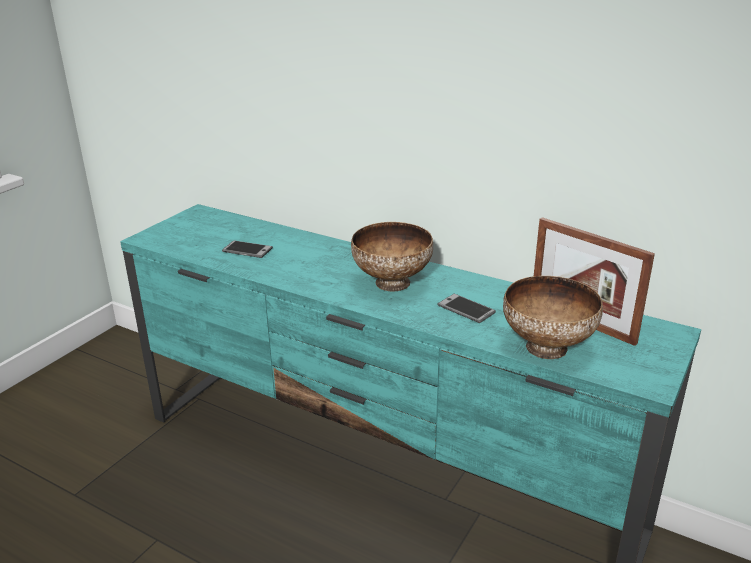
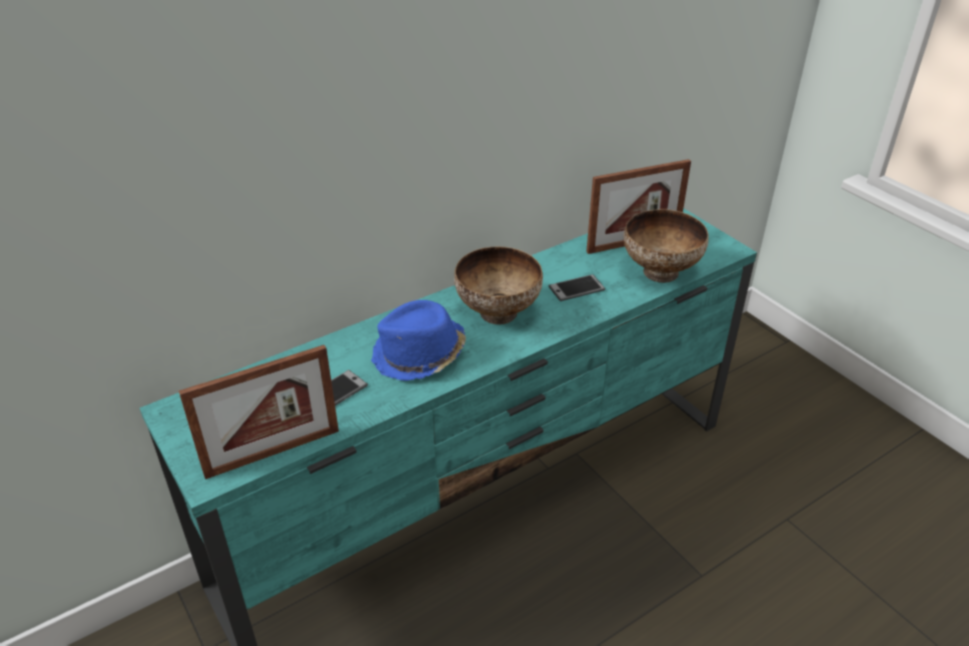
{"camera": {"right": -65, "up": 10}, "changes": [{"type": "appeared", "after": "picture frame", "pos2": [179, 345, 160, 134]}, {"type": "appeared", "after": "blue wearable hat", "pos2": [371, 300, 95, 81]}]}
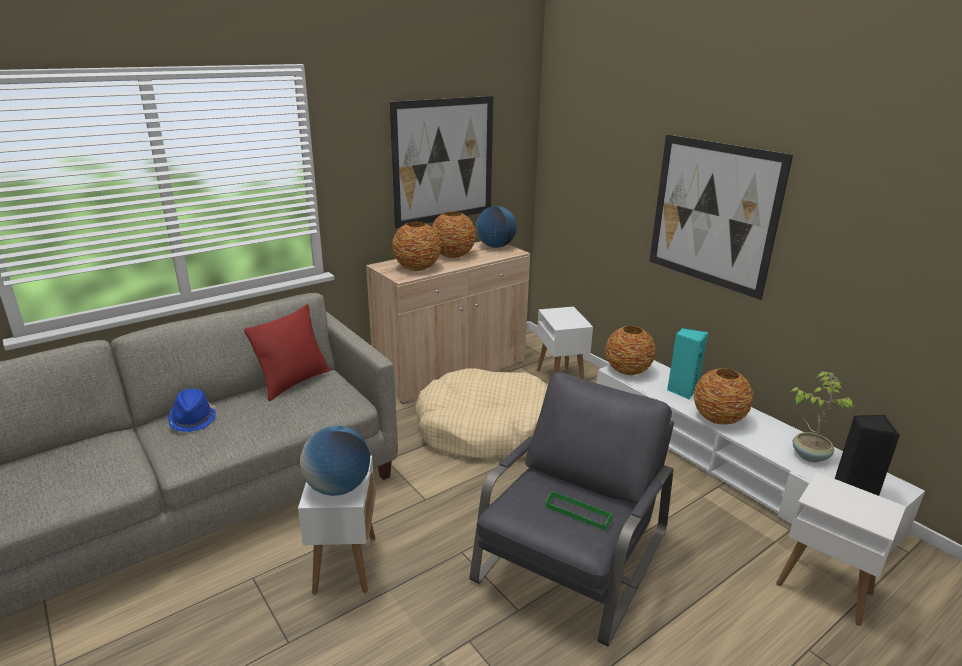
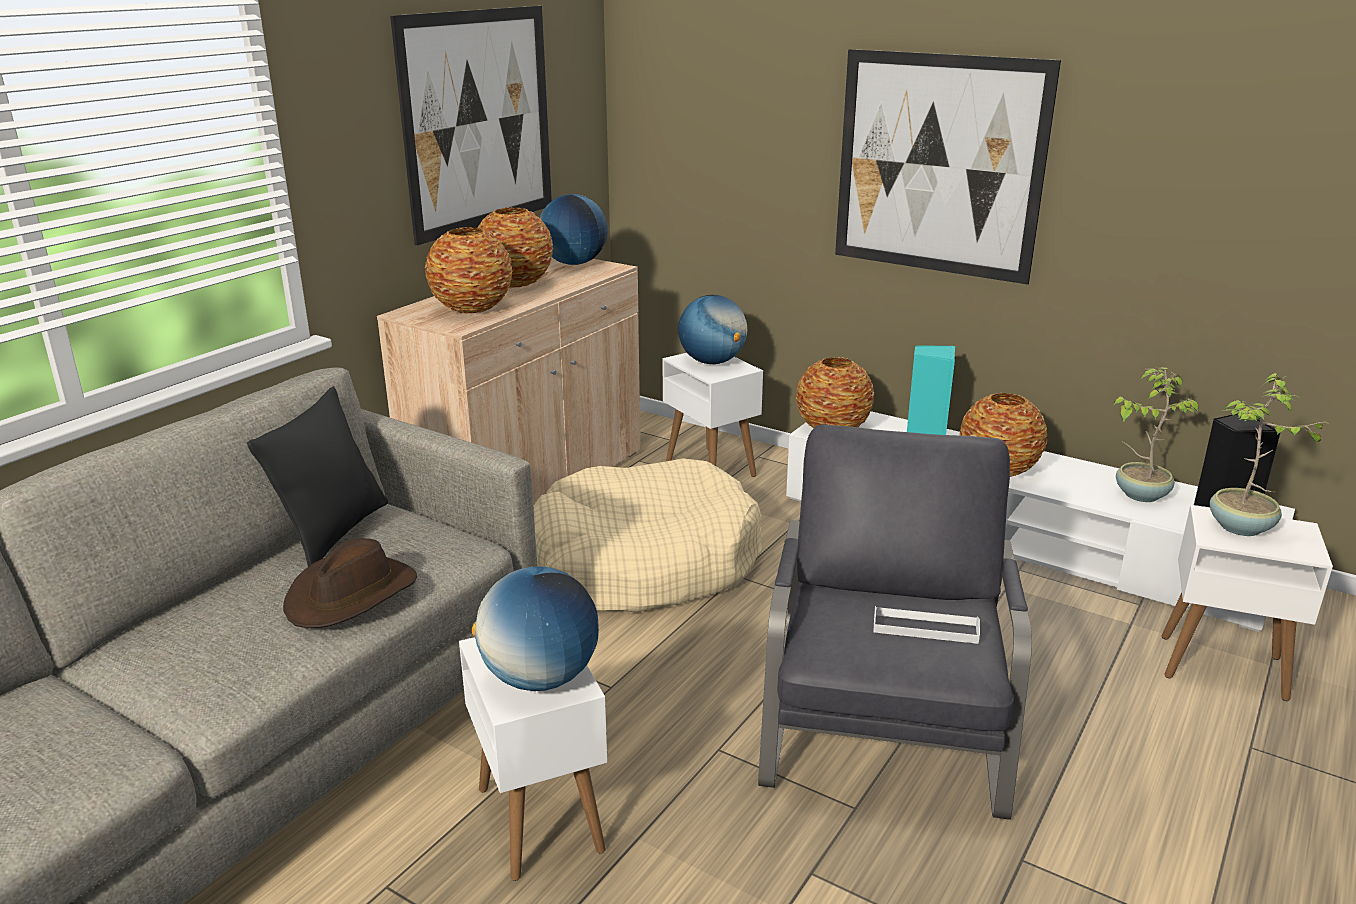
{"camera": {"right": -20, "up": 0}, "changes": [{"type": "missing", "before": "blue wearable hat", "pos1": [168, 389, 48, 43]}, {"type": "appeared", "after": "brownish wearable hat", "pos2": [283, 538, 134, 90]}, {"type": "appeared", "after": "globe", "pos2": [678, 295, 69, 69]}, {"type": "appeared", "after": "potted plant", "pos2": [1210, 373, 122, 163]}, {"type": "colour", "before": "red pillow", "after": "black-coloured pillow", "pos1": [244, 304, 86, 97], "pos2": [247, 386, 142, 181]}, {"type": "colour", "before": "green-coloured serving tray", "after": "white-coloured serving tray", "pos1": [545, 491, 68, 40], "pos2": [873, 606, 107, 38]}]}
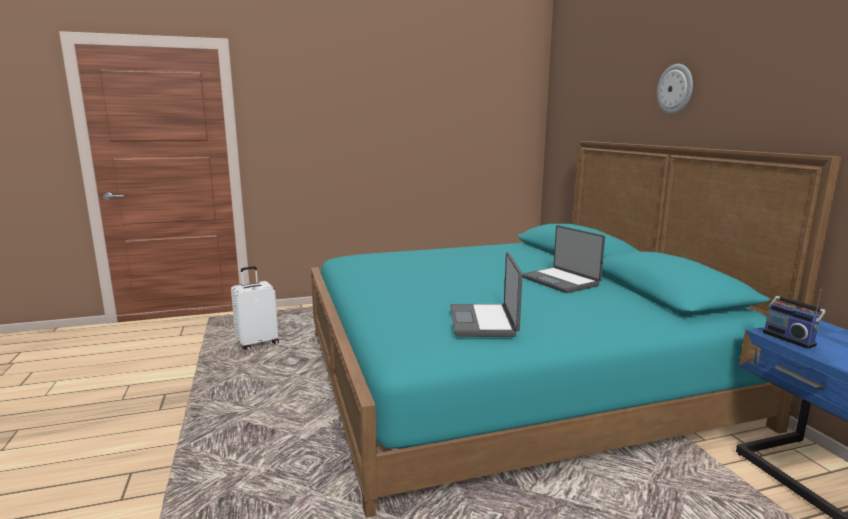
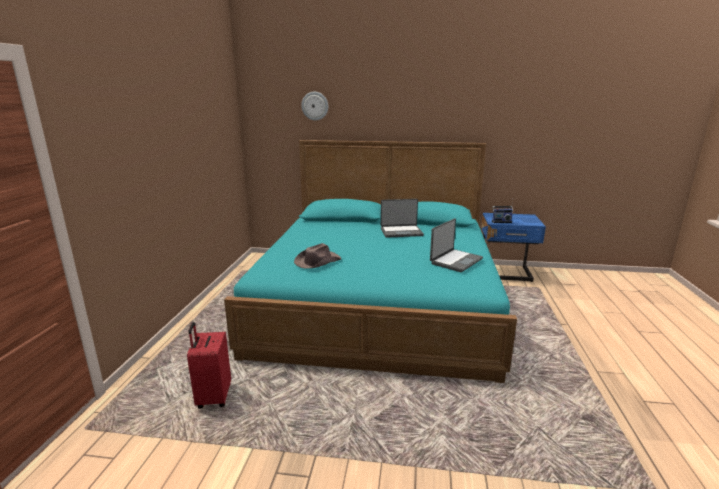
{"camera": {"right": -65, "up": 5}, "changes": [{"type": "appeared", "after": "brownish wearable hat", "pos2": [294, 243, 47, 25]}, {"type": "relocated", "before": "wall clock", "pos1": [657, 64, 36, 50], "pos2": [301, 92, 27, 29]}, {"type": "colour", "before": "white-coloured suitcase", "after": "red suitcase", "pos1": [231, 266, 48, 84], "pos2": [187, 322, 44, 87]}, {"type": "spun", "before": "notebook computer", "pos1": [450, 252, 73, 85], "pos2": [430, 218, 53, 54], "turn": -75}]}
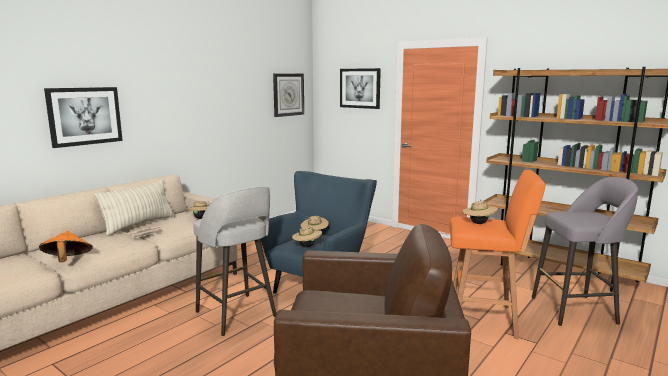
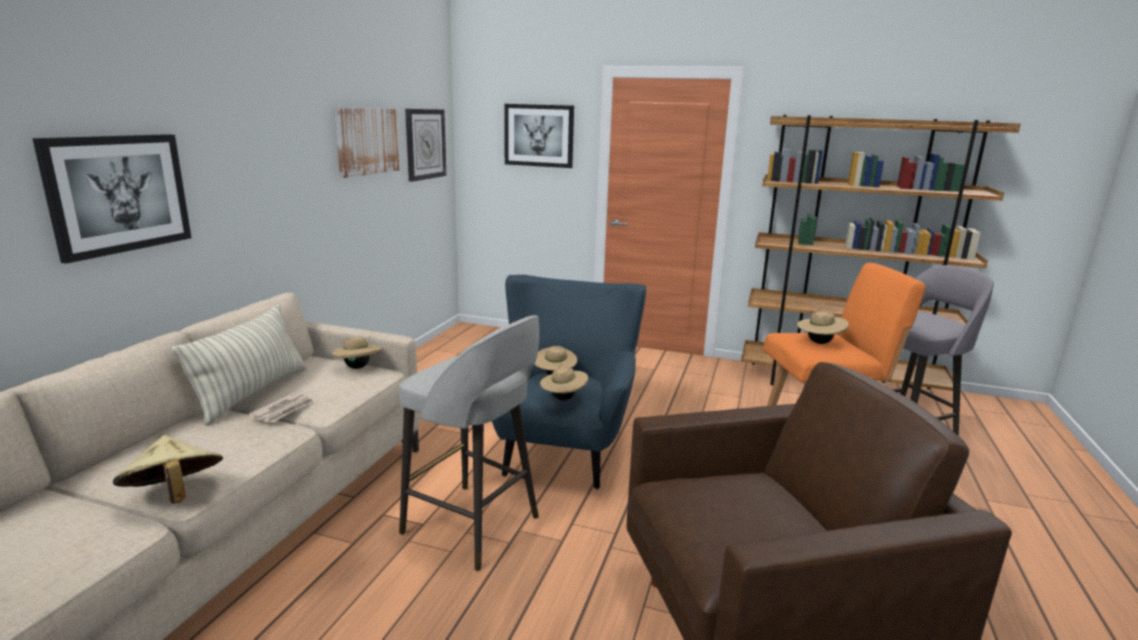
{"camera": {"right": -20, "up": 5}, "changes": [{"type": "appeared", "after": "wall picture", "pos2": [334, 108, 66, 70]}, {"type": "colour", "before": "orange wearable hat", "after": "beige wearable hat", "pos1": [39, 231, 54, 31], "pos2": [113, 435, 110, 69]}]}
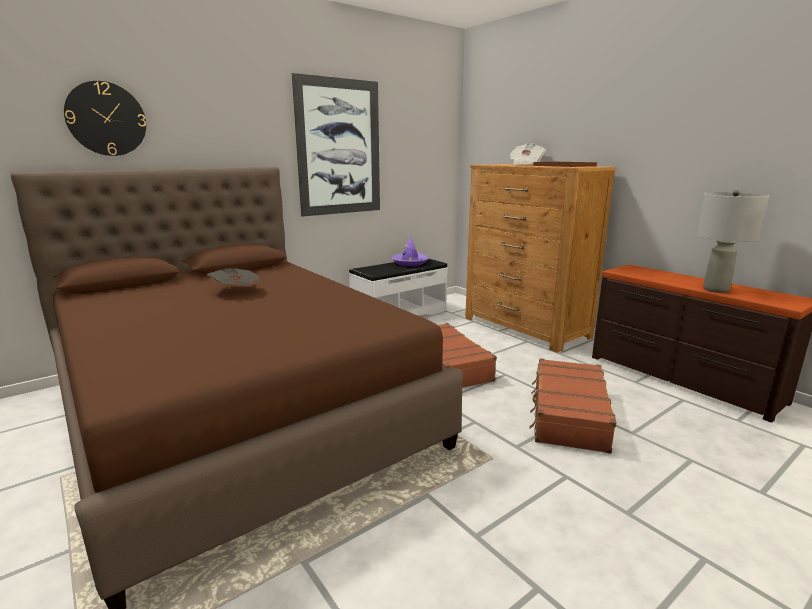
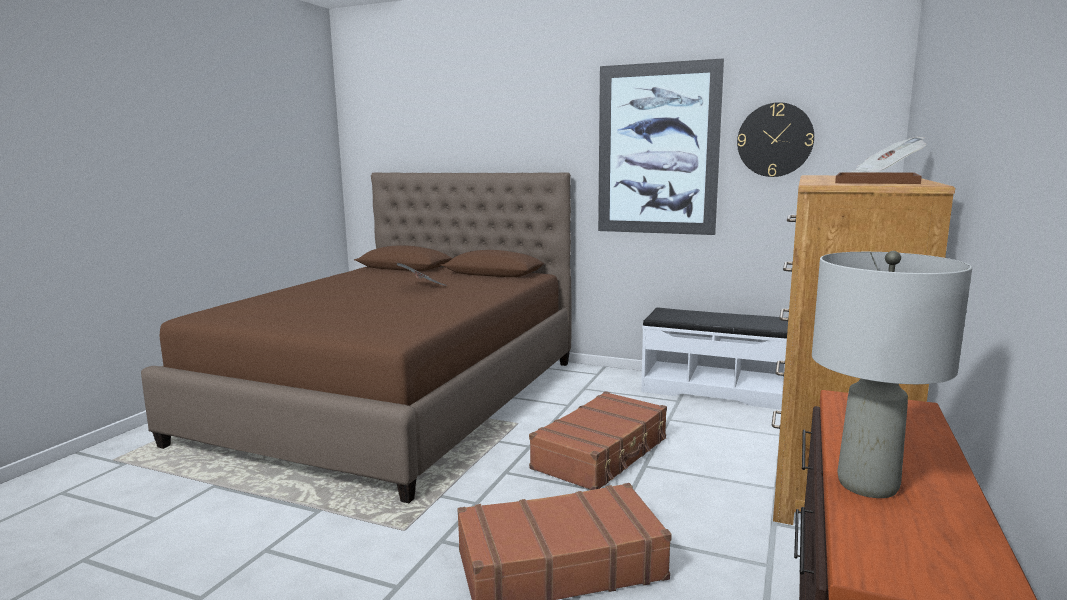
{"camera": {"right": 60, "up": -5}, "changes": [{"type": "missing", "before": "purple-coloured wearable hat", "pos1": [391, 237, 38, 29]}, {"type": "relocated", "before": "wall clock", "pos1": [64, 81, 82, 75], "pos2": [737, 102, 77, 75]}]}
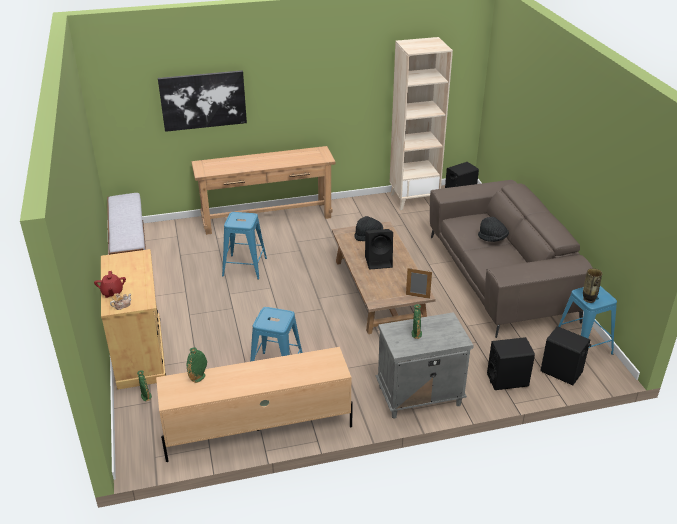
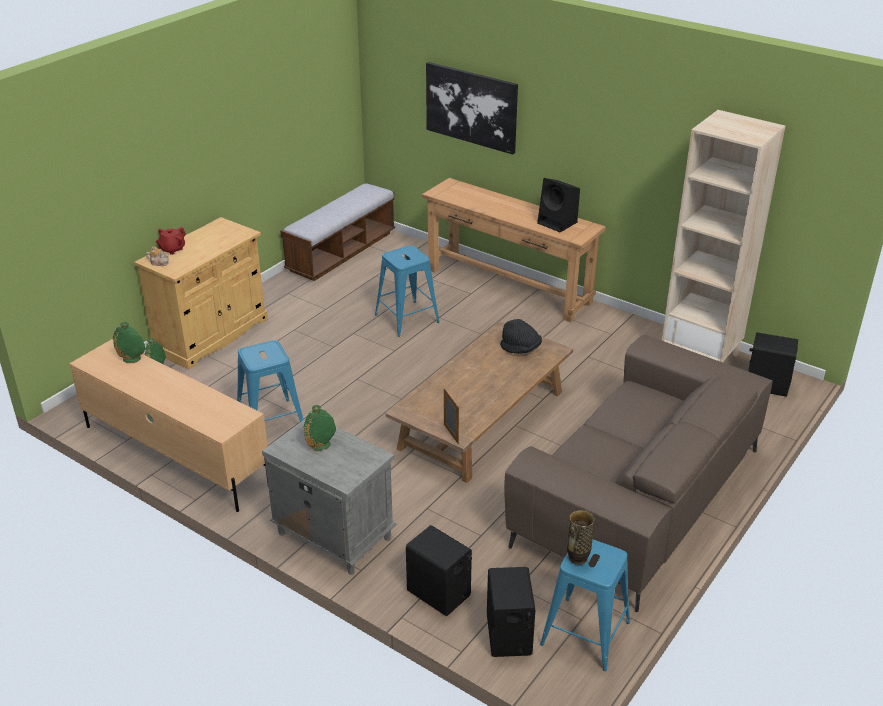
{"camera": {"right": 50, "up": 0}, "changes": [{"type": "missing", "before": "black-coloured wearable hat", "pos1": [478, 217, 31, 25]}, {"type": "relocated", "before": "black-coloured audio speaker", "pos1": [365, 229, 28, 41], "pos2": [537, 178, 43, 54]}]}
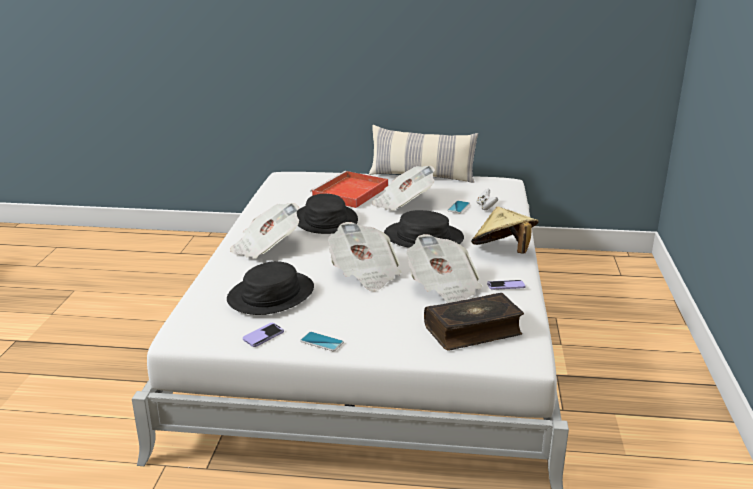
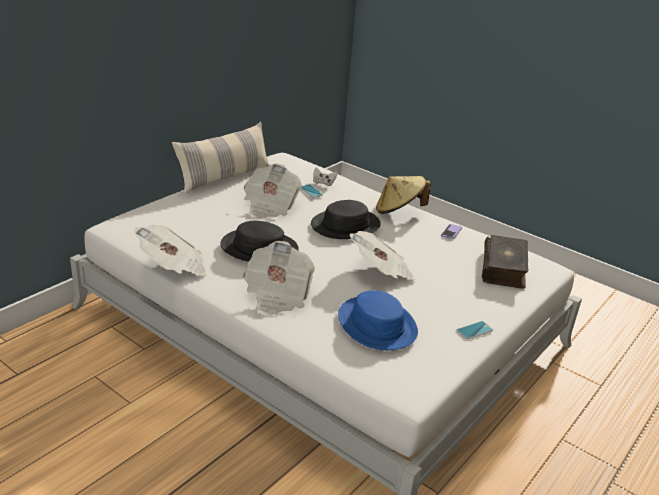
{"camera": {"right": -60, "up": 5}, "changes": [{"type": "missing", "before": "phone", "pos1": [243, 323, 41, 24]}, {"type": "missing", "before": "red serving tray", "pos1": [310, 171, 78, 37]}, {"type": "relocated", "before": "printed paper", "pos1": [406, 234, 76, 69], "pos2": [134, 225, 72, 51]}, {"type": "colour", "before": "black-coloured wearable hat", "after": "blue wearable hat", "pos1": [227, 261, 87, 54], "pos2": [338, 290, 80, 60]}]}
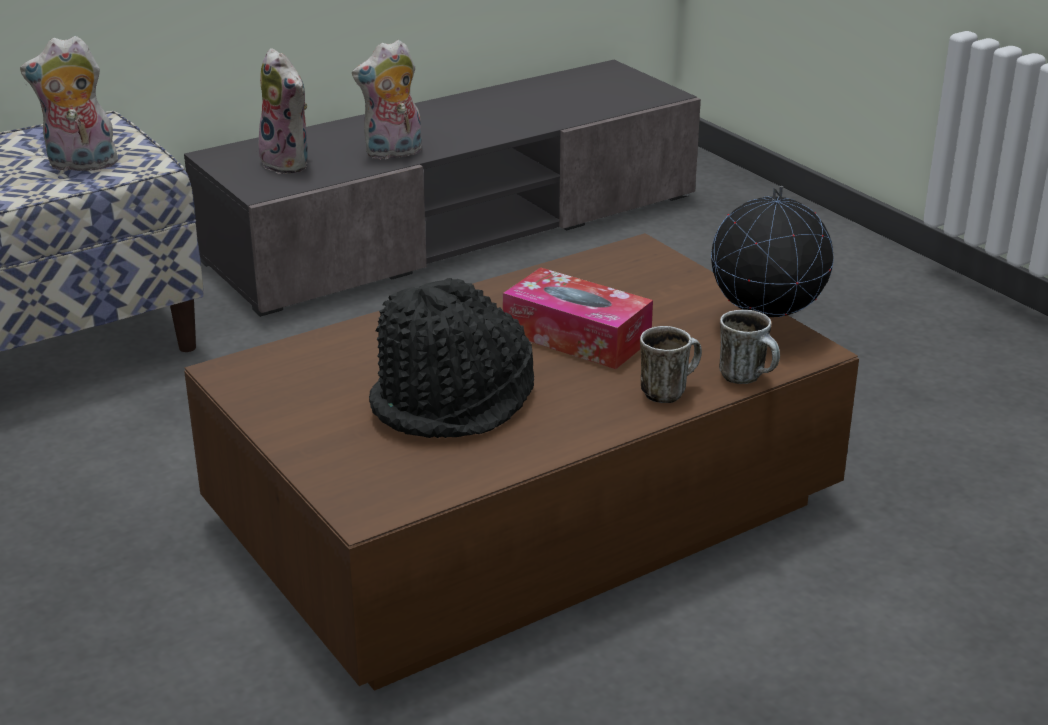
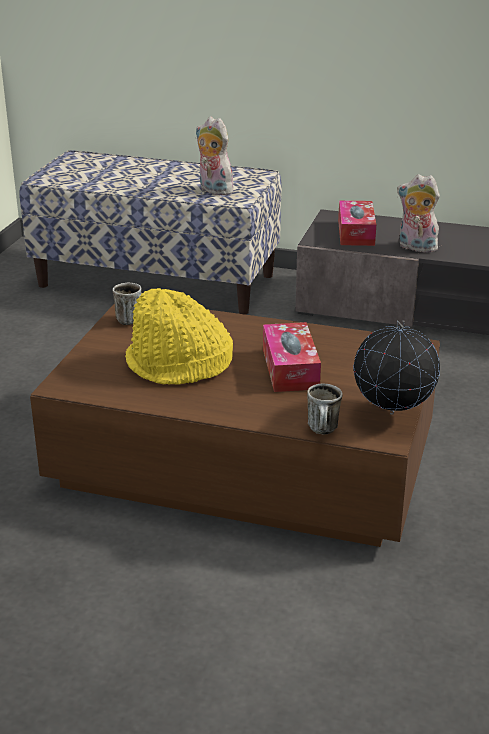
{"camera": {"right": 50, "up": 0}, "changes": [{"type": "relocated", "before": "mug", "pos1": [640, 326, 62, 77], "pos2": [113, 283, 29, 42]}, {"type": "exchanged", "before": "cuddly toy", "after": "tissue holder", "pos1": [258, 48, 50, 126], "pos2": [338, 200, 38, 46]}, {"type": "colour", "before": "black-coloured wearable hat", "after": "yellowish wearable hat", "pos1": [369, 278, 165, 160], "pos2": [125, 288, 108, 97]}]}
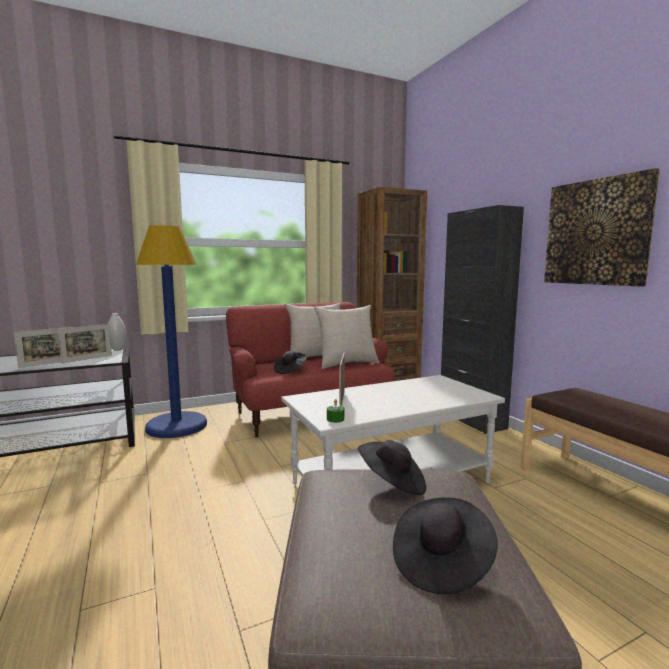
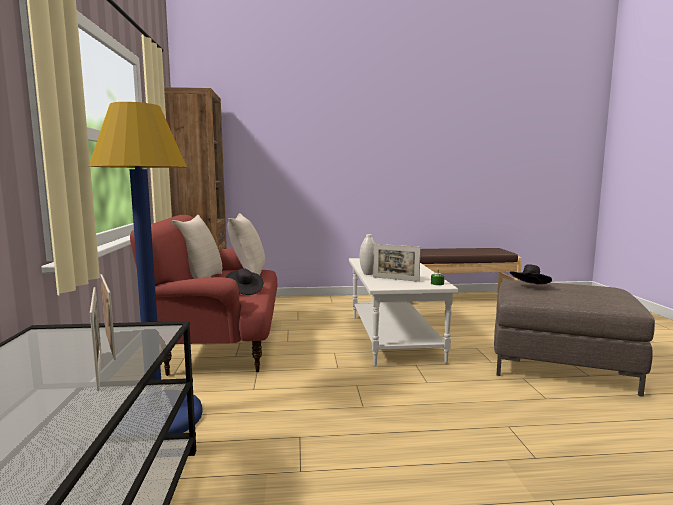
{"camera": {"right": -70, "up": 0}, "changes": [{"type": "missing", "before": "black-coloured wearable hat", "pos1": [393, 497, 105, 97]}, {"type": "missing", "before": "black-coloured cabinet", "pos1": [441, 205, 83, 229]}, {"type": "missing", "before": "wall picture", "pos1": [544, 168, 116, 119]}, {"type": "relocated", "before": "white-coloured vase", "pos1": [108, 313, 18, 38], "pos2": [360, 234, 16, 41]}]}
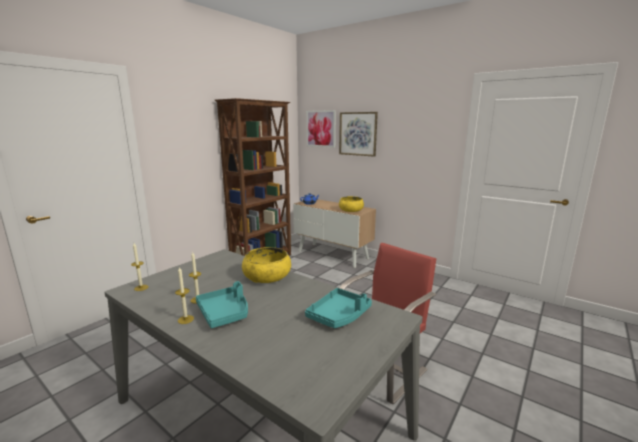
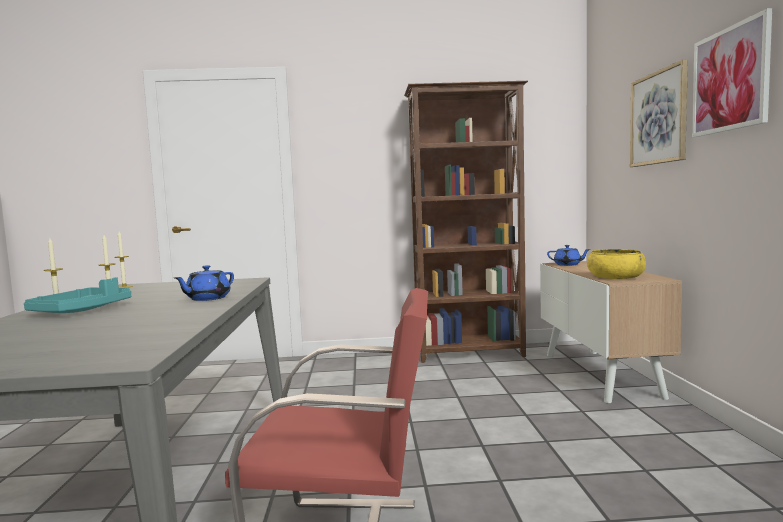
{"camera": {"right": 50, "up": -10}, "changes": [{"type": "missing", "before": "blue-green serving tray", "pos1": [305, 288, 67, 40]}, {"type": "relocated", "before": "wall picture", "pos1": [306, 110, 30, 38], "pos2": [692, 8, 80, 129]}, {"type": "exchanged", "before": "yellowish bowl", "after": "blue teapot", "pos1": [242, 247, 49, 36], "pos2": [174, 265, 60, 36]}]}
